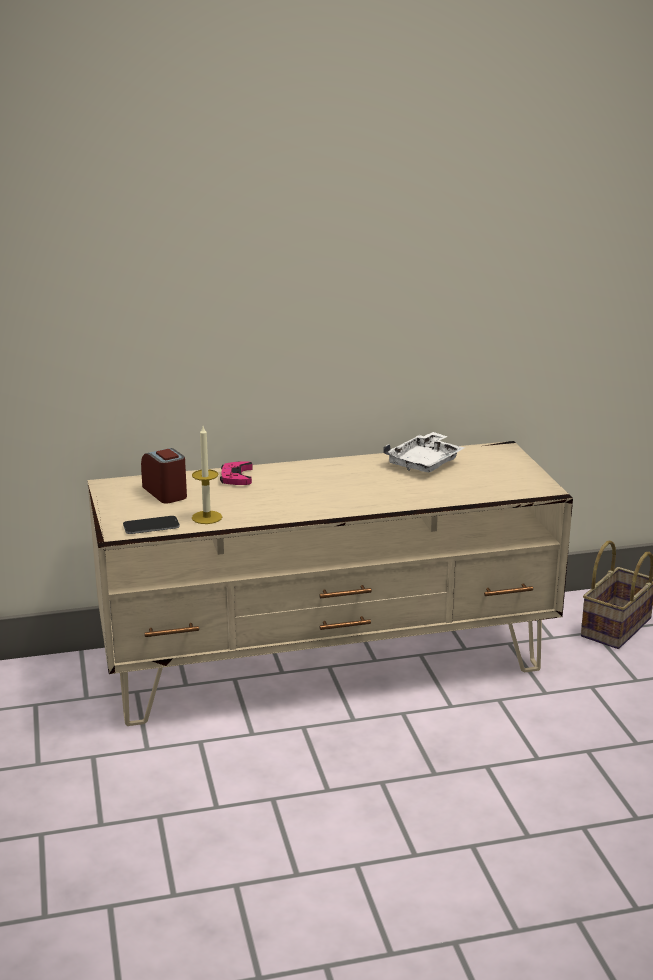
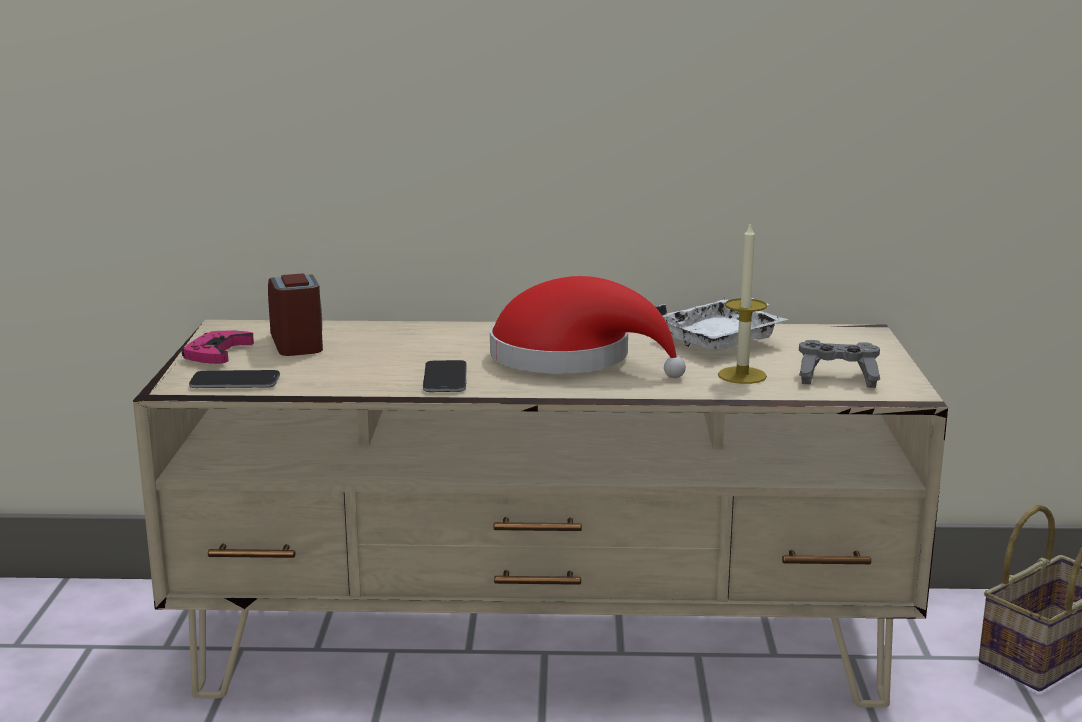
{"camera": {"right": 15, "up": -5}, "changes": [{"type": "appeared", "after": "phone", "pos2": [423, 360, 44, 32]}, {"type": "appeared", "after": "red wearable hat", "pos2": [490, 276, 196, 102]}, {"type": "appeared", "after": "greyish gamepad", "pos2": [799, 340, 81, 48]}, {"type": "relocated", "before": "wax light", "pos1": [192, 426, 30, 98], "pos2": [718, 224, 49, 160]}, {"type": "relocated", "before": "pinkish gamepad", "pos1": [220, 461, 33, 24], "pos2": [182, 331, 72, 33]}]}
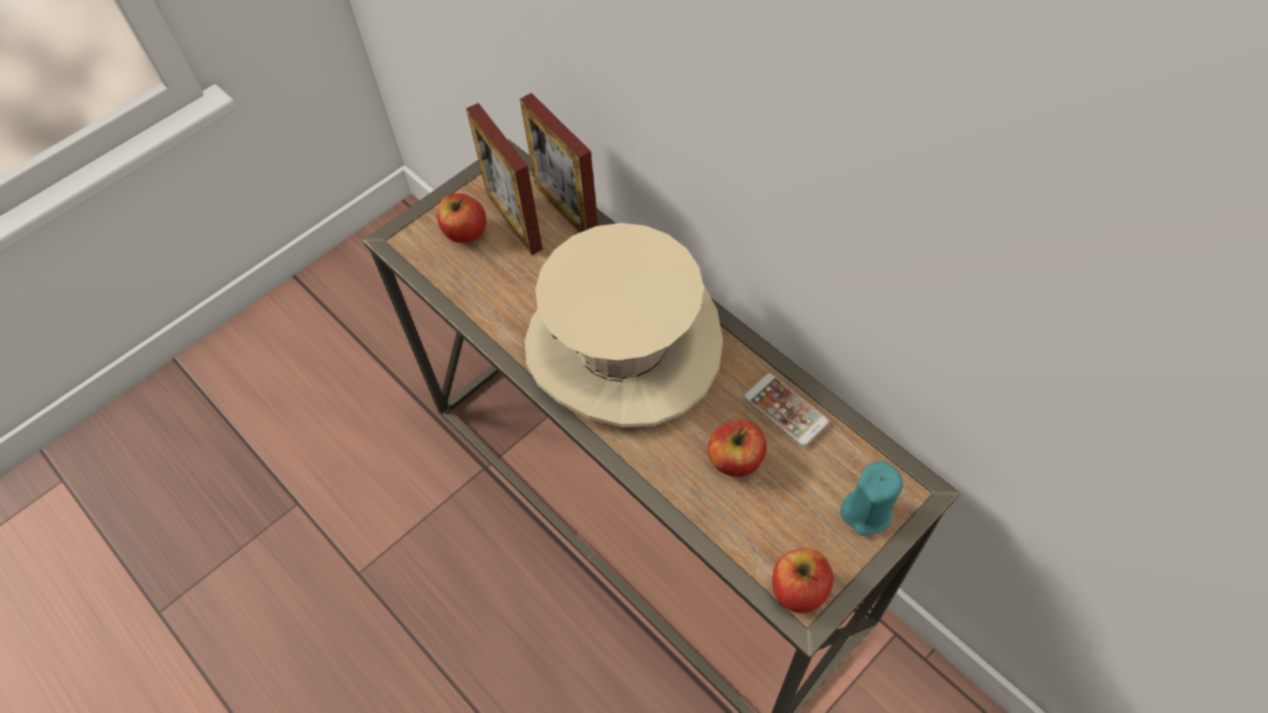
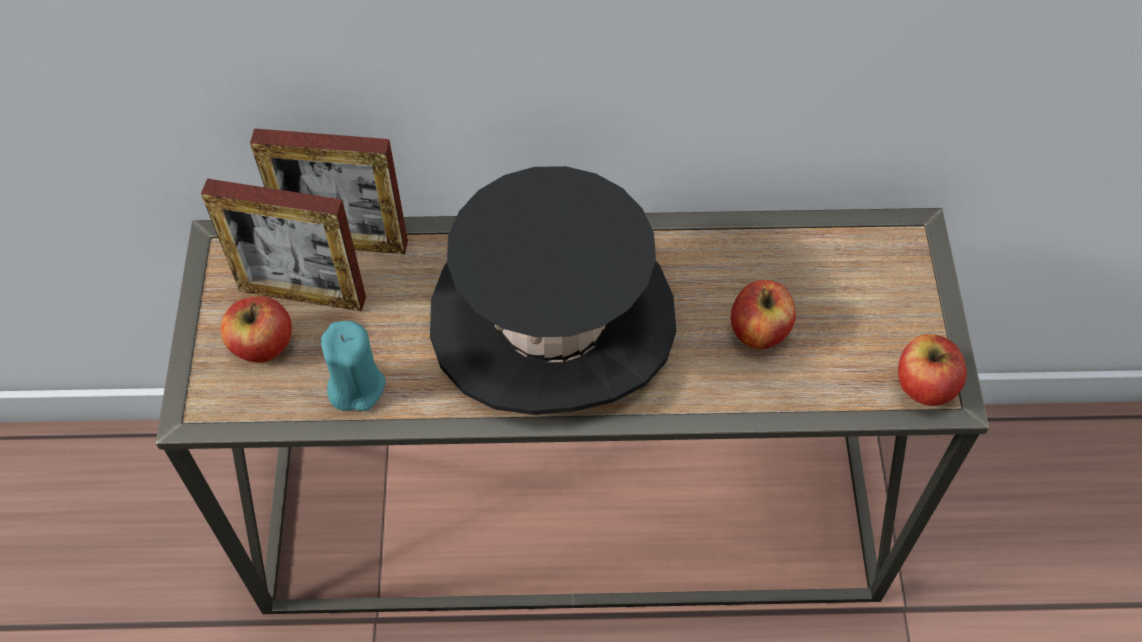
{"camera": {"right": -50, "up": 0}, "changes": [{"type": "missing", "before": "phone", "pos1": [744, 373, 85, 73]}, {"type": "relocated", "before": "blue-green wax light", "pos1": [840, 461, 63, 75], "pos2": [321, 321, 64, 90]}, {"type": "colour", "before": "beige wearable hat", "after": "black-coloured wearable hat", "pos1": [525, 223, 198, 204], "pos2": [430, 166, 246, 249]}]}
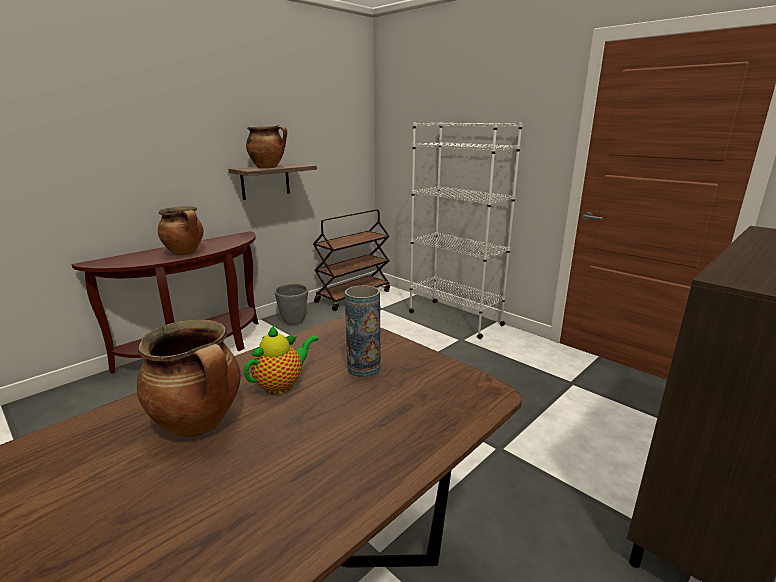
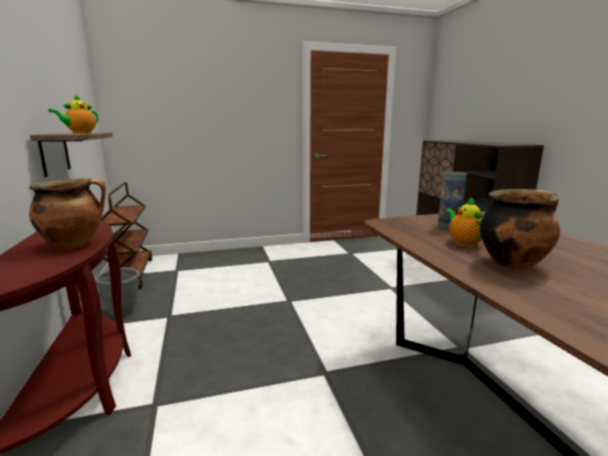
{"camera": {"right": -60, "up": -5}, "changes": [{"type": "missing", "before": "white-coloured bookcase", "pos1": [409, 122, 114, 217]}, {"type": "exchanged", "before": "stockpot", "after": "teapot", "pos1": [246, 125, 41, 43], "pos2": [48, 94, 50, 40]}]}
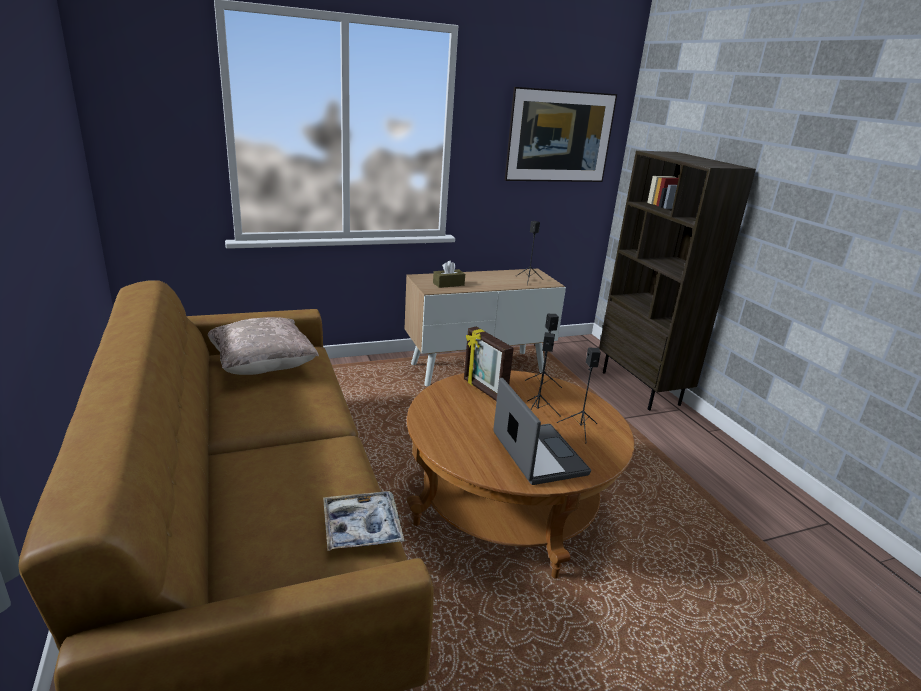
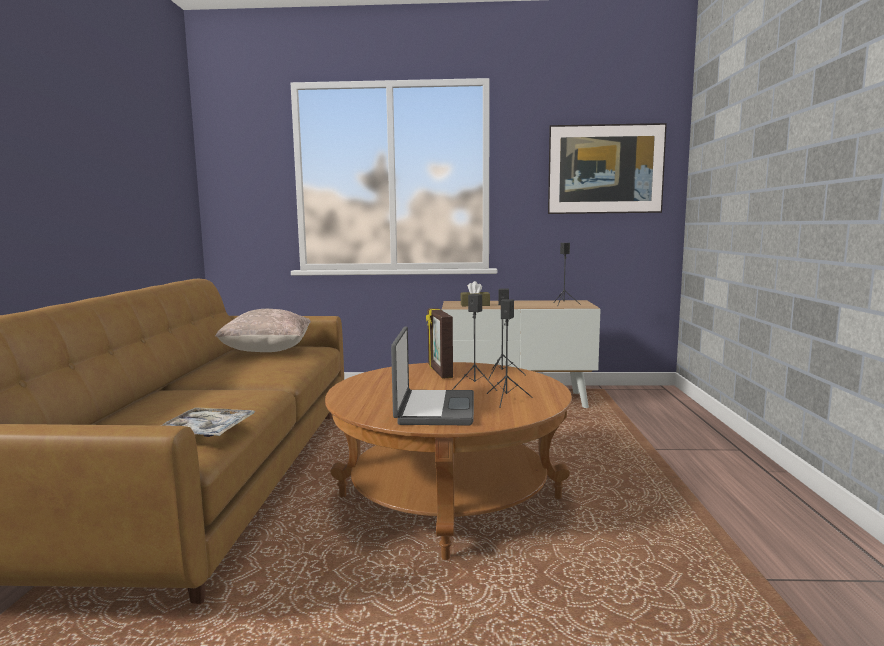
{"camera": {"right": 25, "up": -15}, "changes": [{"type": "missing", "before": "brownish bookcase", "pos1": [599, 151, 157, 259]}]}
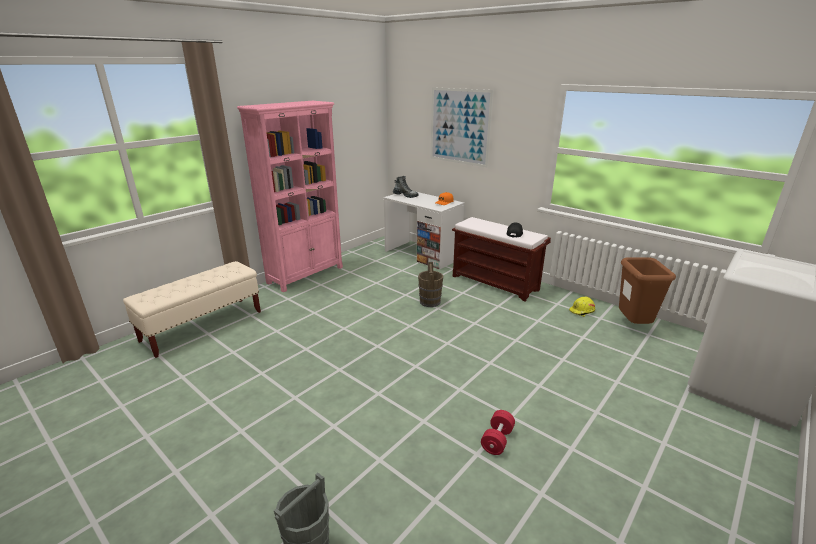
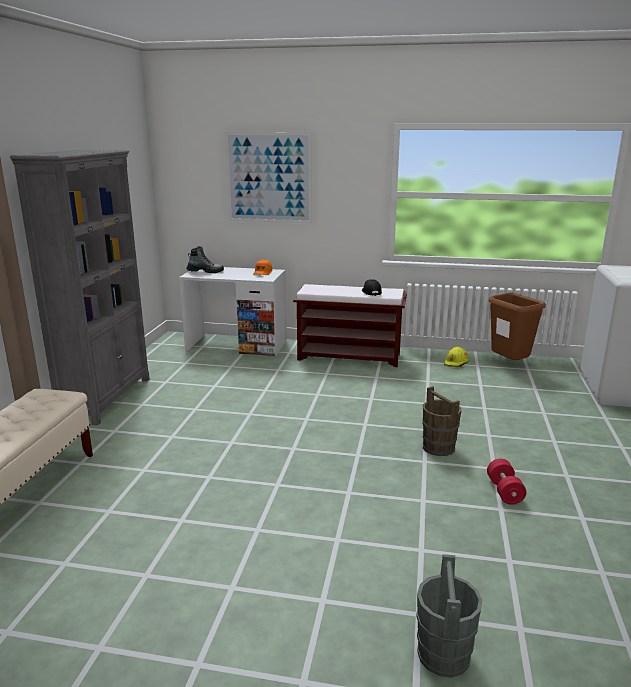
{"camera": {"right": -30, "up": -5}, "changes": [{"type": "relocated", "before": "brownish pail", "pos1": [418, 262, 25, 45], "pos2": [422, 386, 39, 70]}, {"type": "colour", "before": "pinkish bookcase", "after": "greyish bookcase", "pos1": [237, 101, 106, 191], "pos2": [10, 149, 139, 276]}]}
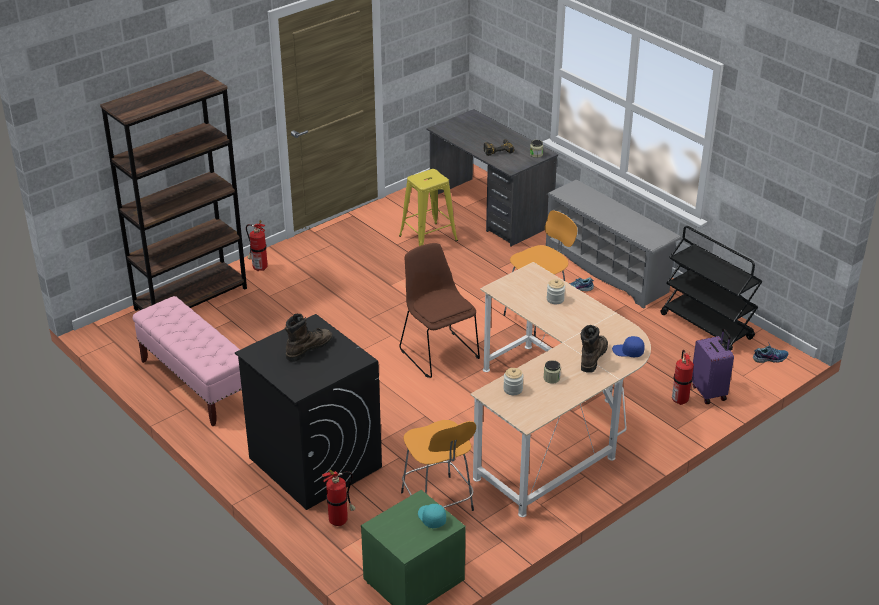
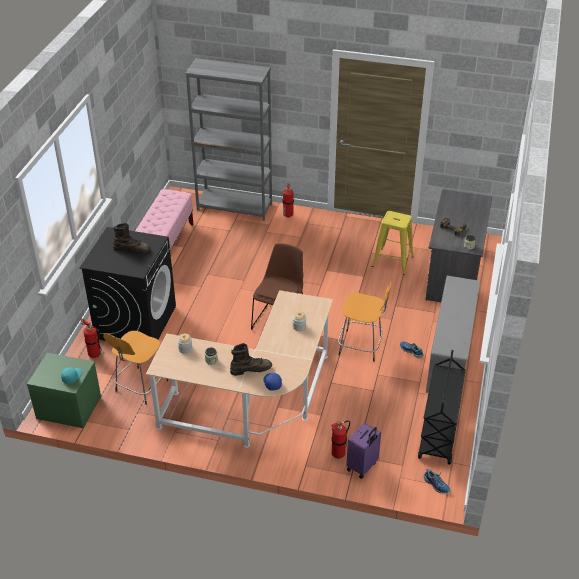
{"camera": {"right": 55, "up": 5}, "changes": [{"type": "colour", "before": "brownish bookcase", "after": "greyish bookcase", "pos1": [100, 70, 147, 241], "pos2": [186, 58, 86, 163]}]}
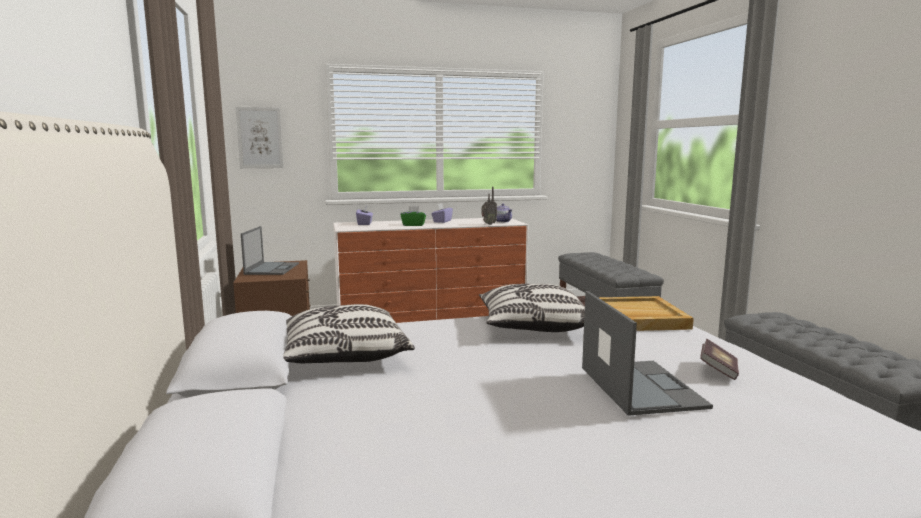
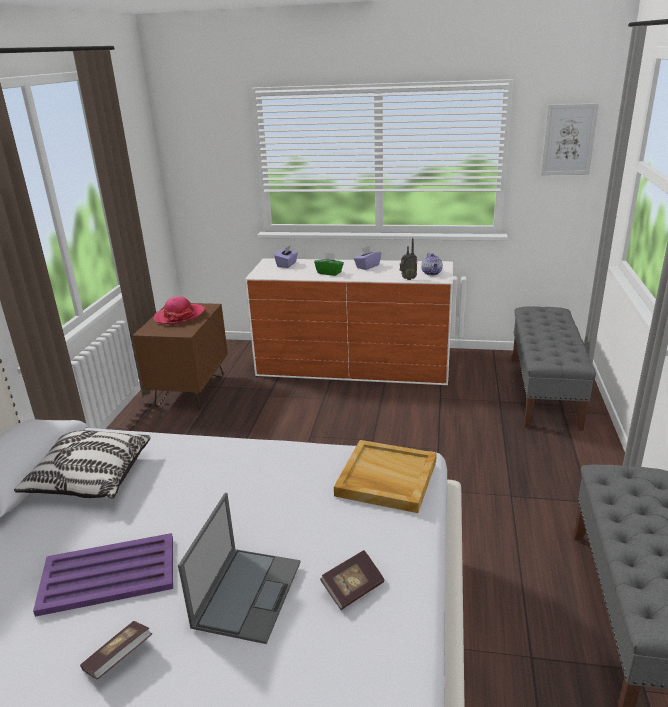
{"camera": {"right": 25, "up": 15}, "changes": [{"type": "missing", "before": "pillow", "pos1": [479, 284, 106, 48]}, {"type": "appeared", "after": "purple-coloured serving tray", "pos2": [33, 533, 140, 84]}, {"type": "appeared", "after": "volume", "pos2": [80, 621, 73, 58]}, {"type": "relocated", "before": "wall picture", "pos1": [235, 107, 48, 61], "pos2": [541, 103, 58, 72]}, {"type": "exchanged", "before": "notebook computer", "after": "wearable hat", "pos1": [241, 226, 58, 49], "pos2": [154, 296, 51, 28]}]}
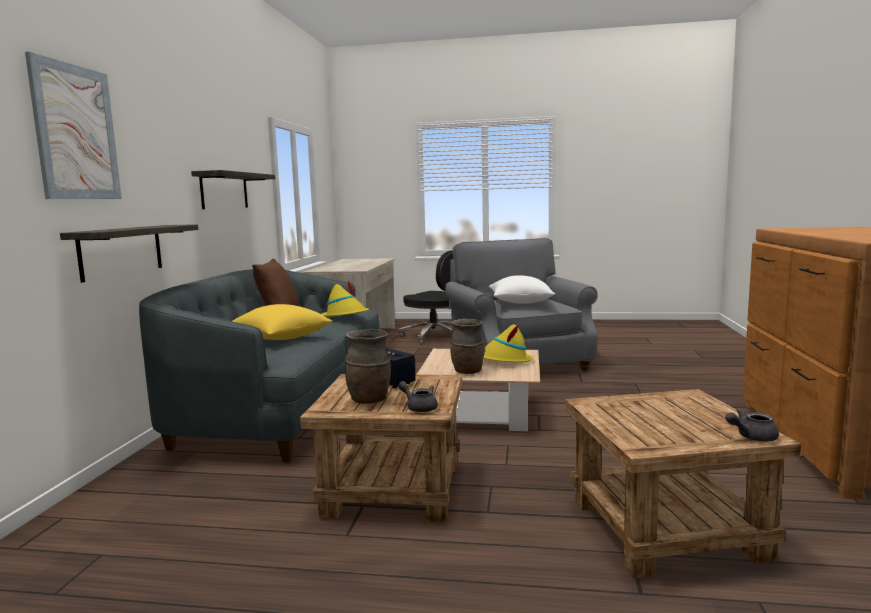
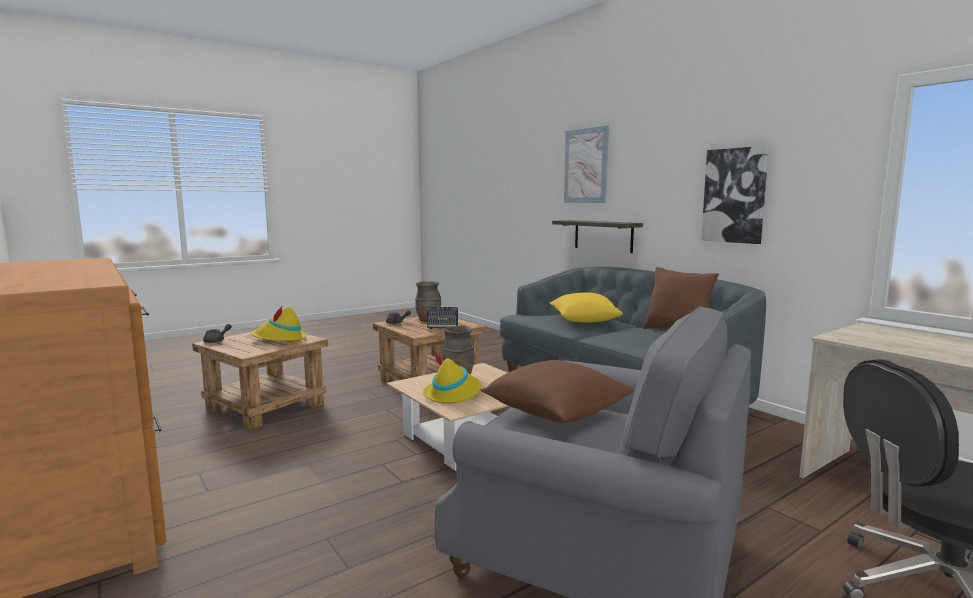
{"camera": {"right": 135, "up": 0}, "changes": [{"type": "relocated", "before": "yellowish wearable hat", "pos1": [322, 280, 47, 37], "pos2": [251, 305, 56, 37]}, {"type": "exchanged", "before": "wall shelf", "after": "wall picture", "pos1": [191, 170, 85, 39], "pos2": [701, 146, 68, 98]}, {"type": "colour", "before": "white-coloured pillow", "after": "brownish pillow", "pos1": [489, 275, 66, 29], "pos2": [480, 360, 154, 63]}]}
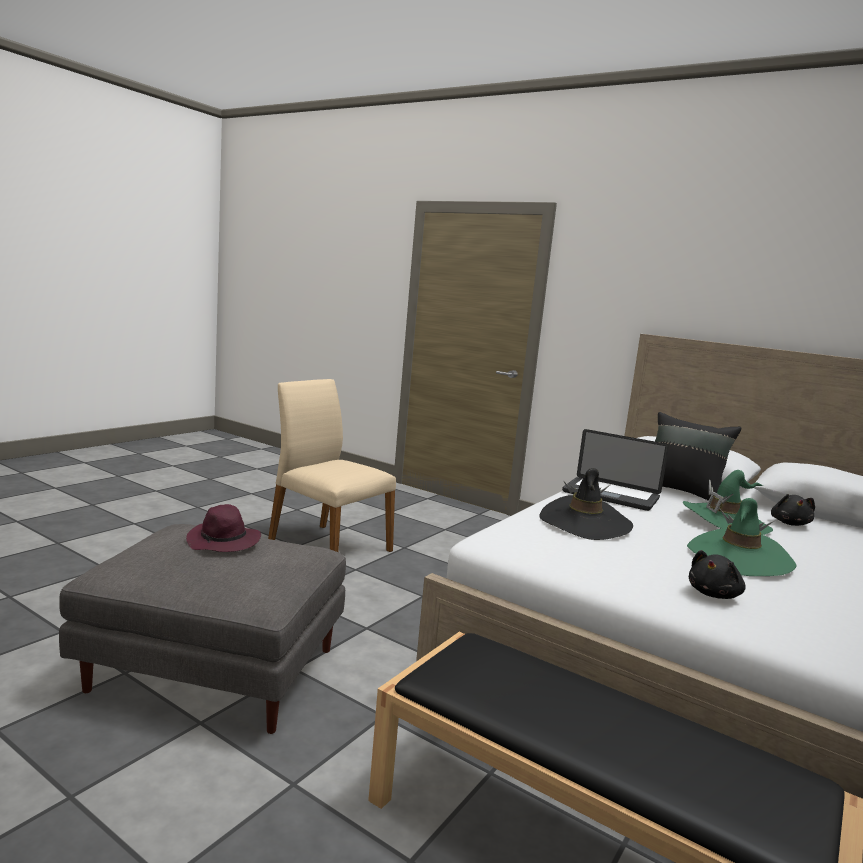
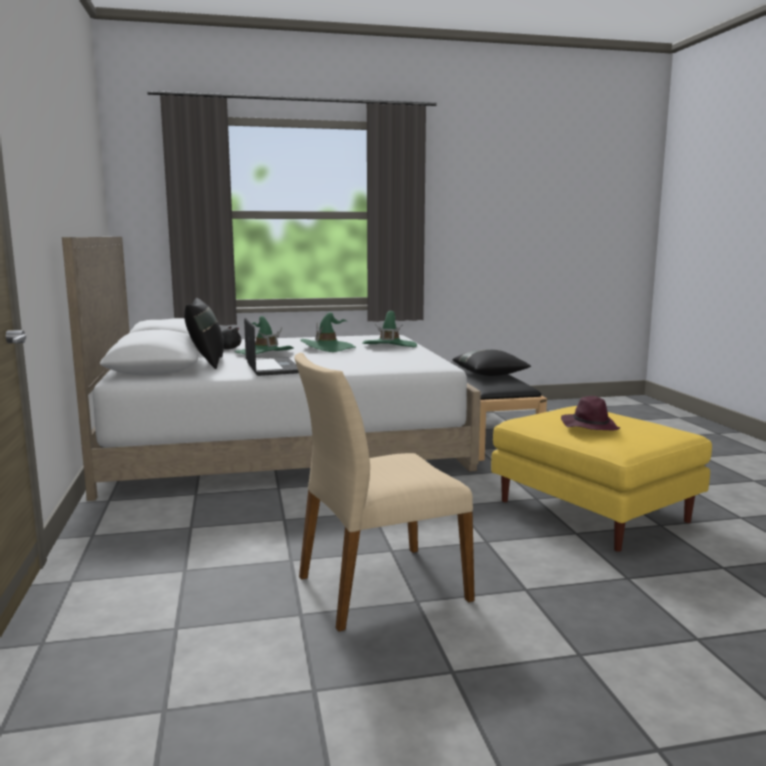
{"camera": {"right": -135, "up": 0}, "changes": [{"type": "missing", "before": "black-coloured wearable hat", "pos1": [540, 468, 93, 72]}, {"type": "appeared", "after": "black-coloured pillow", "pos2": [452, 349, 79, 27]}, {"type": "exchanged", "before": "black-coloured cuddly toy", "after": "green-coloured wearable hat", "pos1": [688, 550, 57, 49], "pos2": [362, 311, 55, 36]}, {"type": "colour", "before": "greyish footrest", "after": "yellowish footrest", "pos1": [59, 524, 287, 210], "pos2": [491, 406, 221, 146]}, {"type": "spun", "before": "beige plain chair", "pos1": [268, 379, 128, 174], "pos2": [295, 353, 180, 279], "turn": 75}]}
